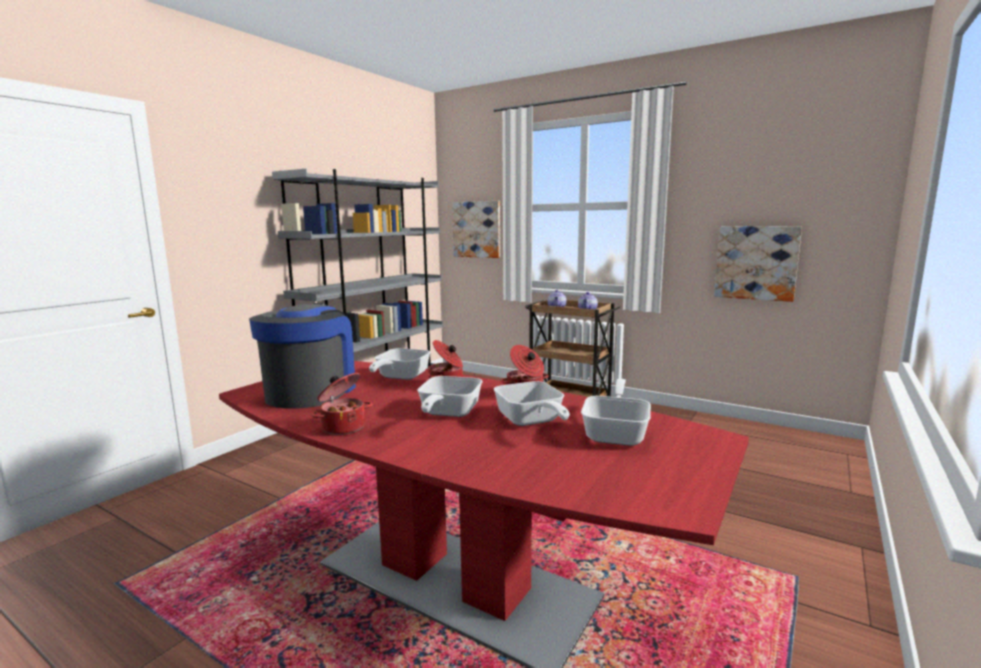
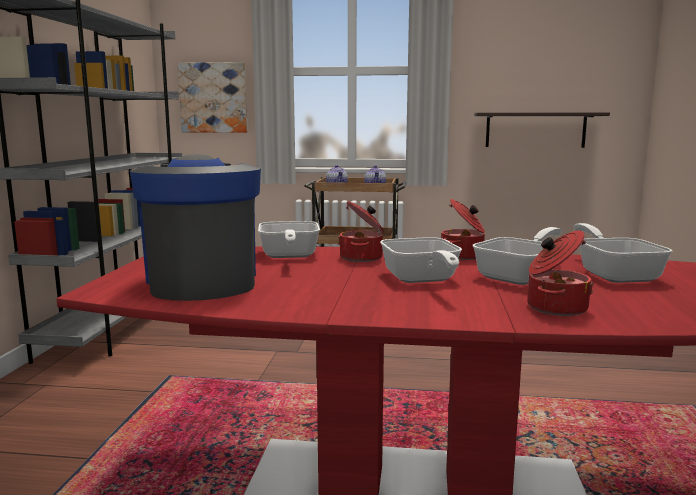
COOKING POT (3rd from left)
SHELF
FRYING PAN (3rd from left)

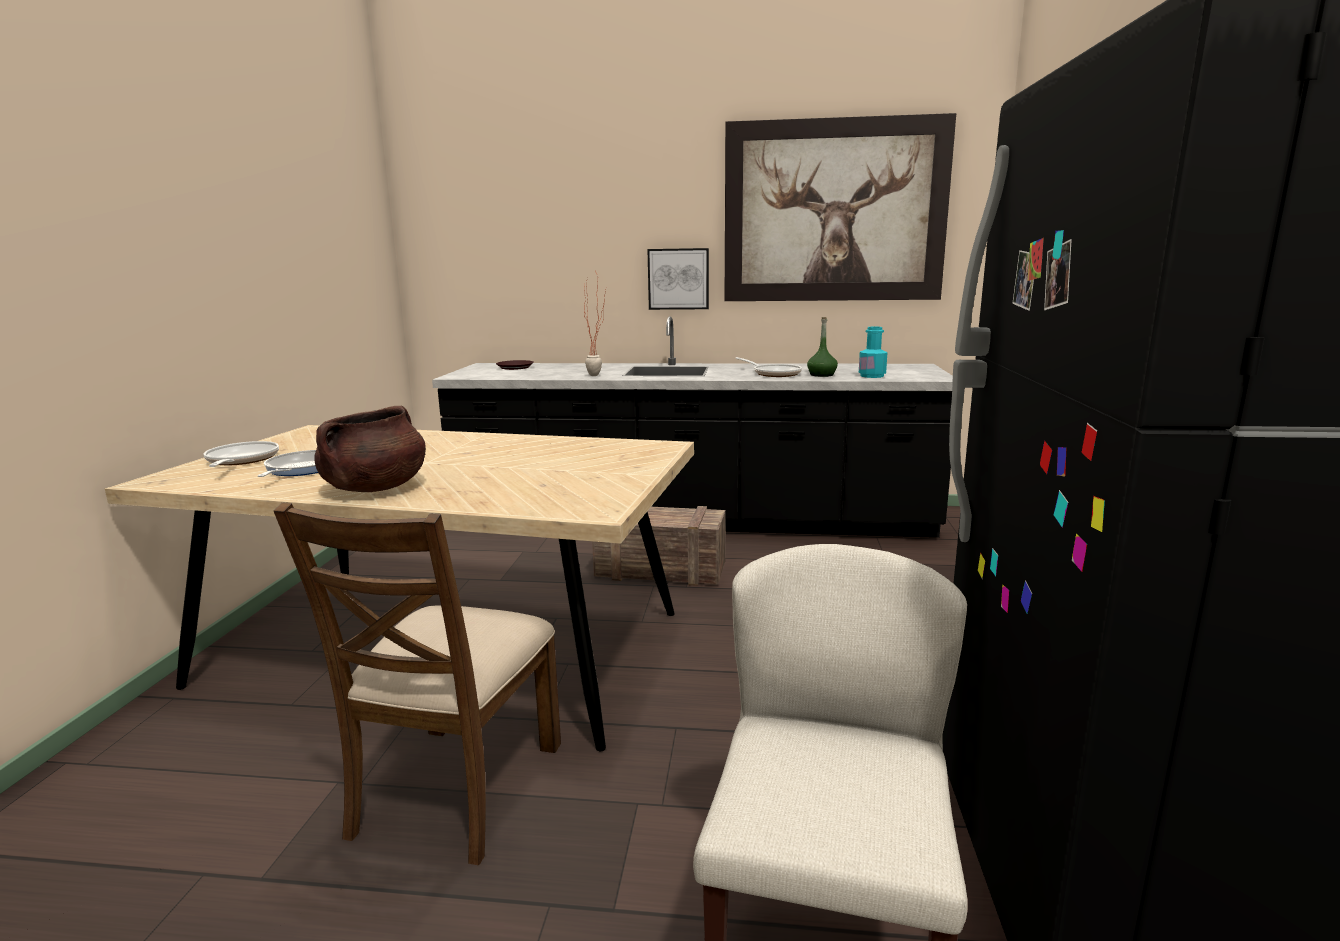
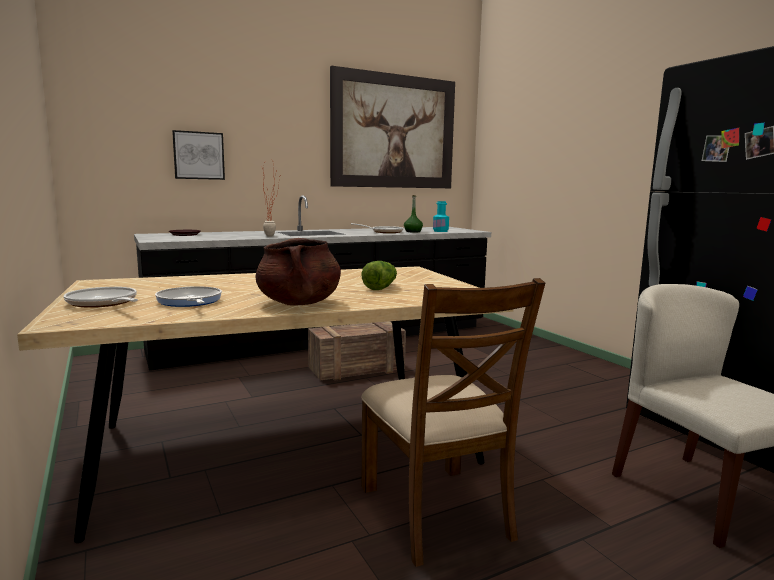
LETTUCE
PICTURE (1st from left)

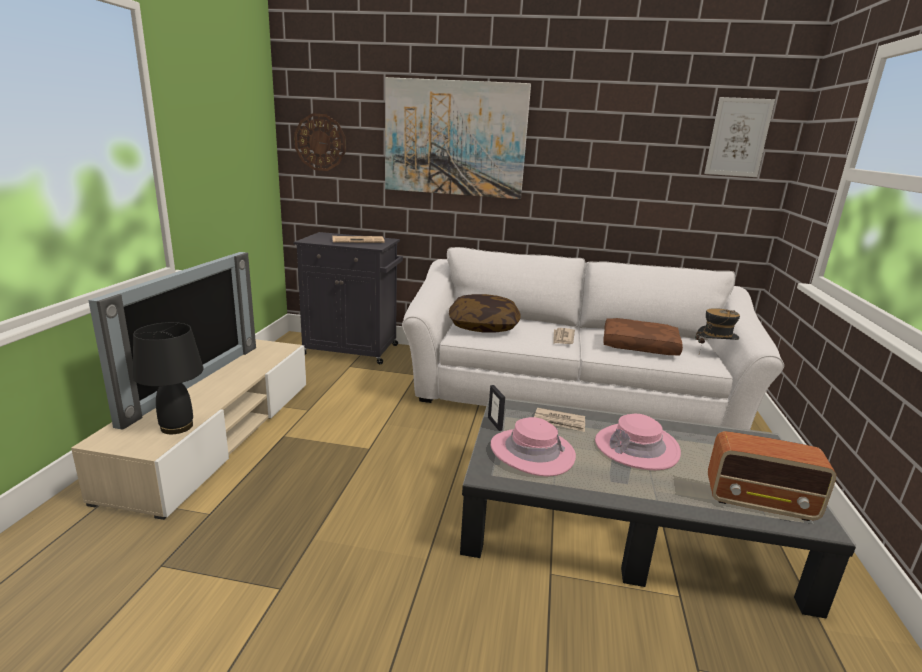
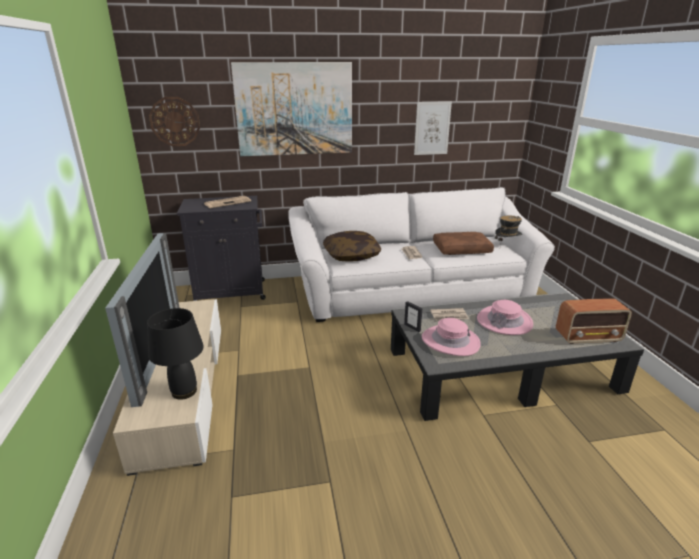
PICTURE (2nd from left)

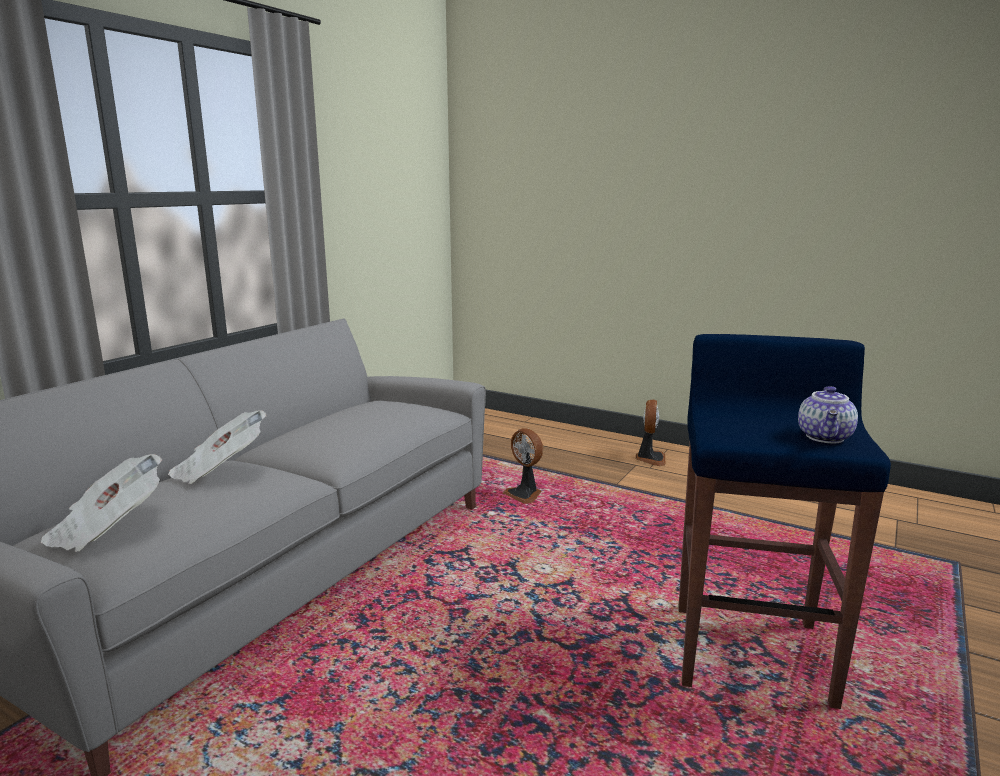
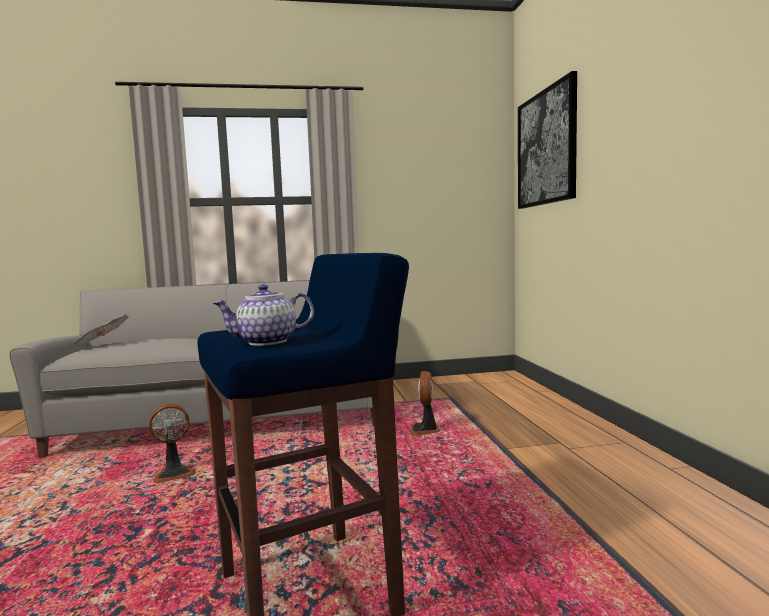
NEWSPAPER (2nd from left in the first image)
PICTURE
FAN (1st from left)

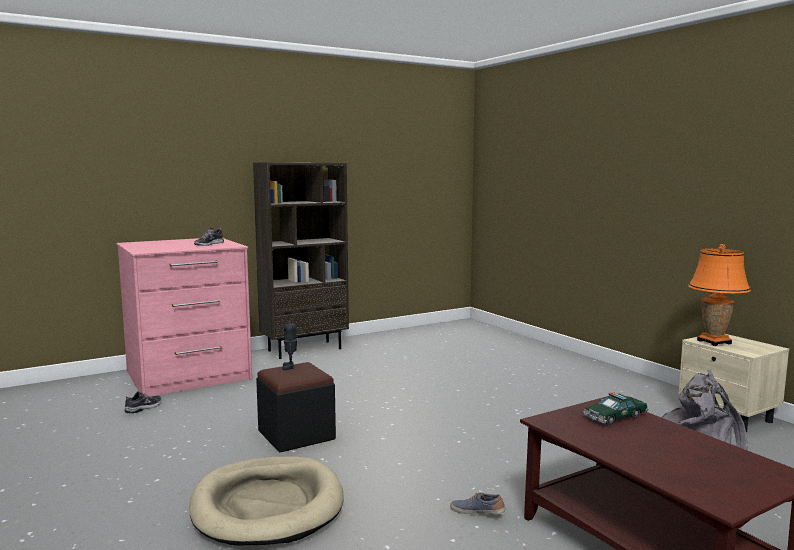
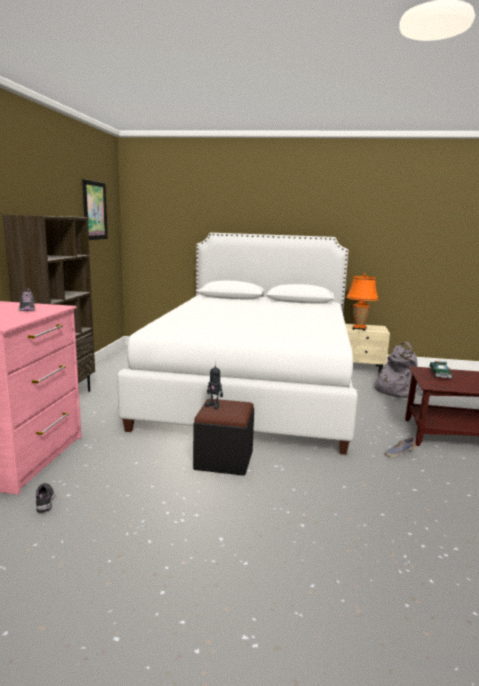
BEIGE DOG BED
PICTURE
WHITE BED

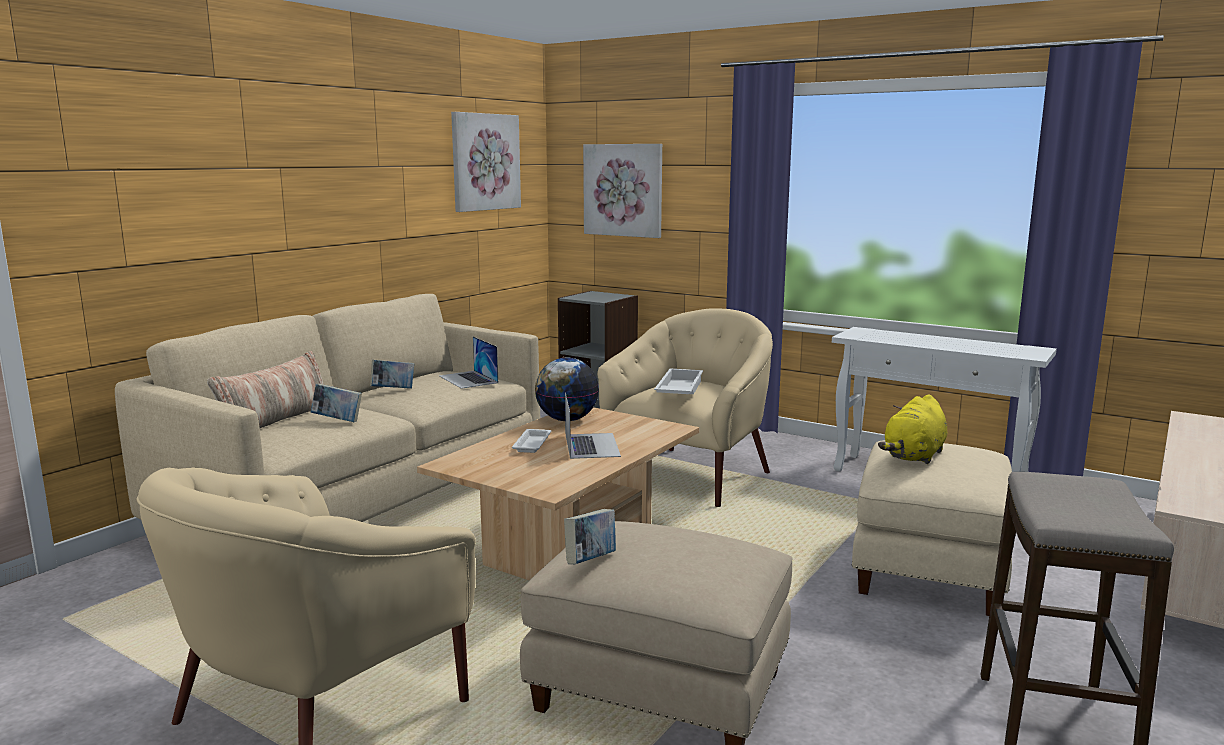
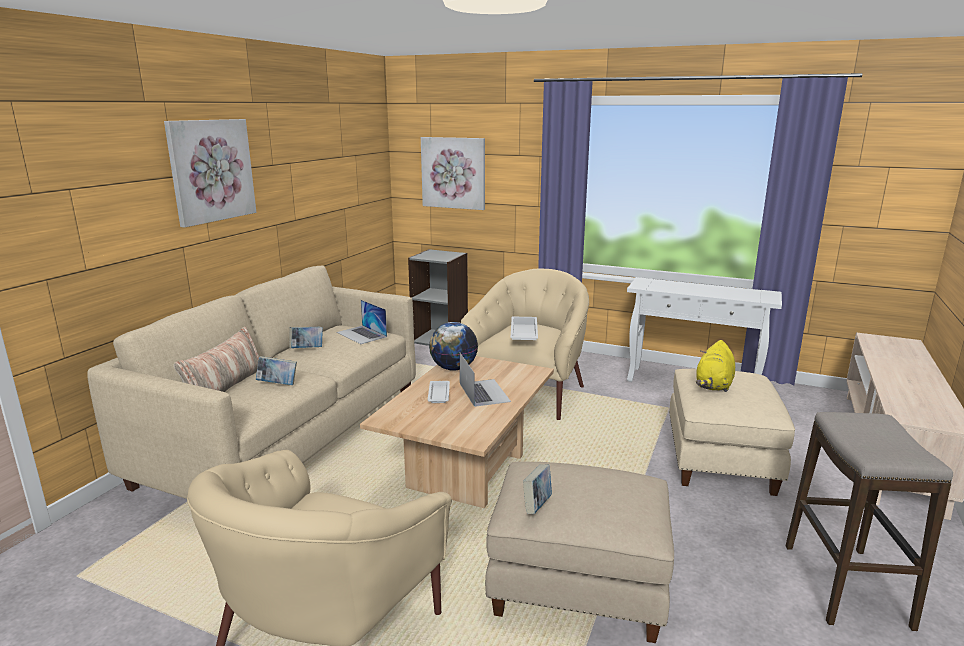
PICTURE (1st from left)

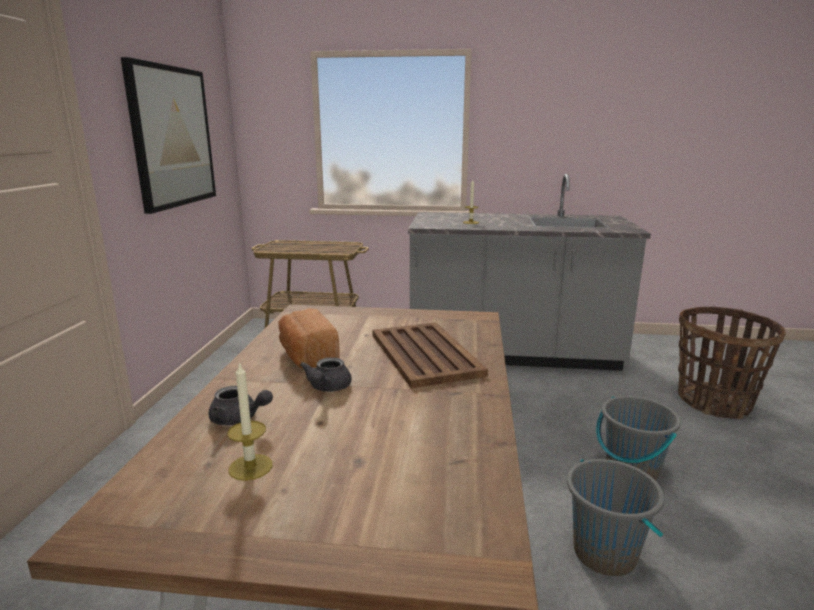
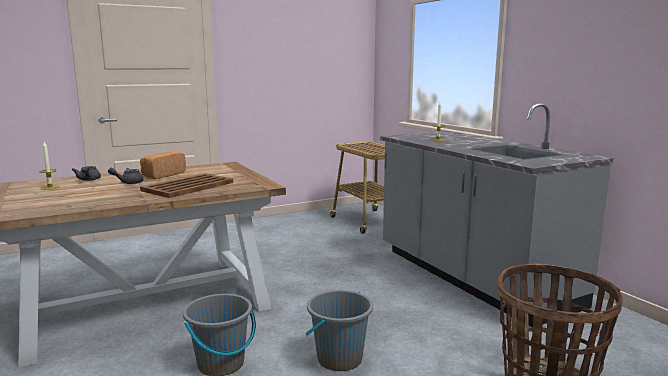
PICTURE

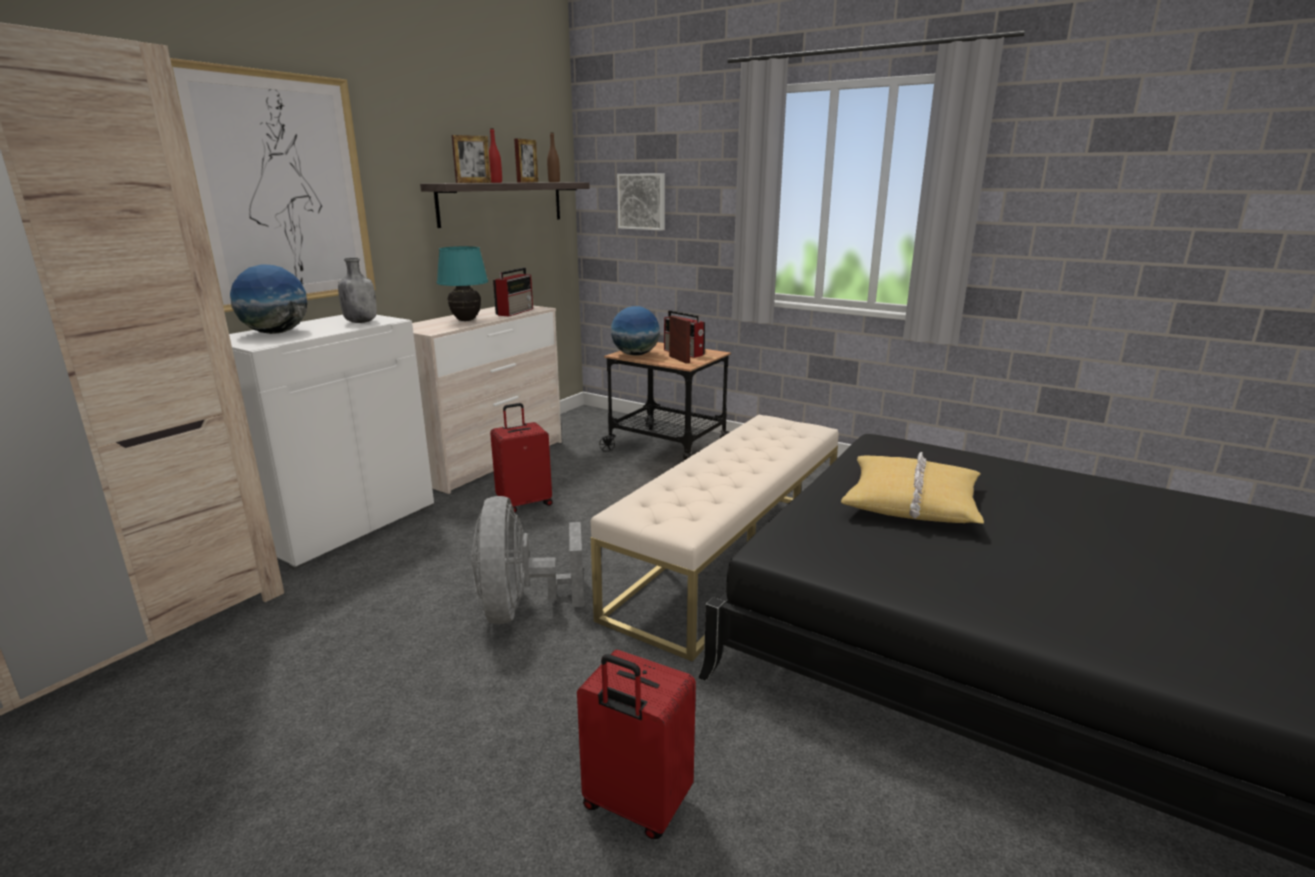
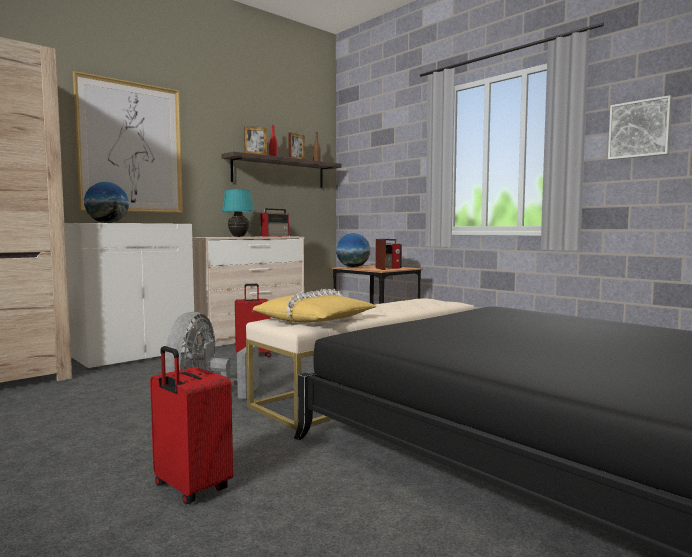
GREY BOTTLE
PICTURE (2nd from left)
YELLOW PILLOW

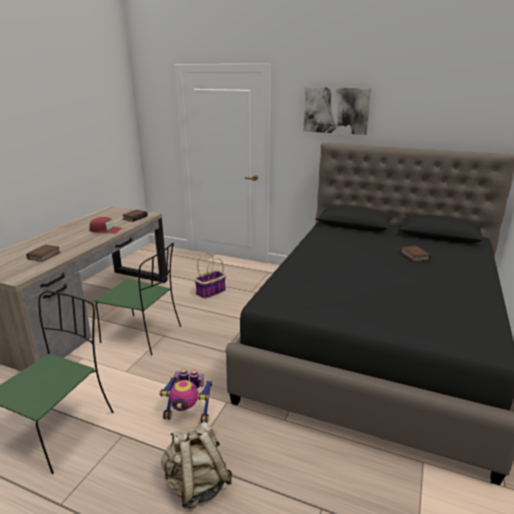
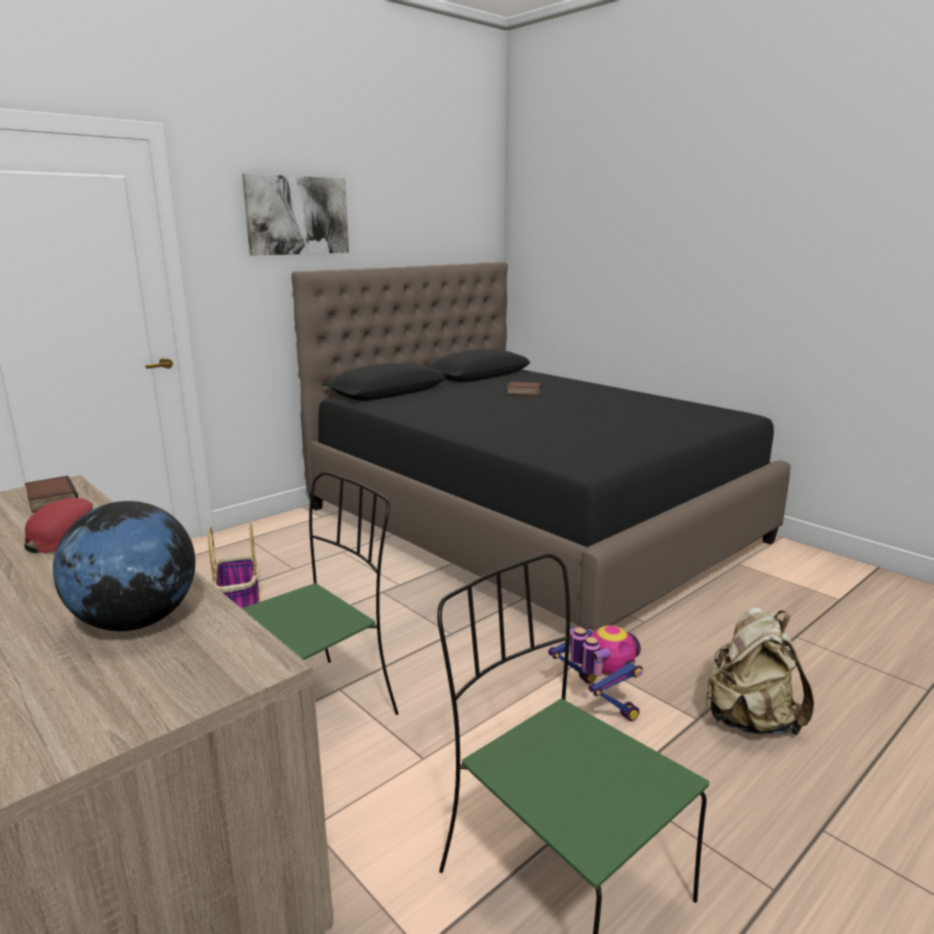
GLOBE
TOY ROBOT

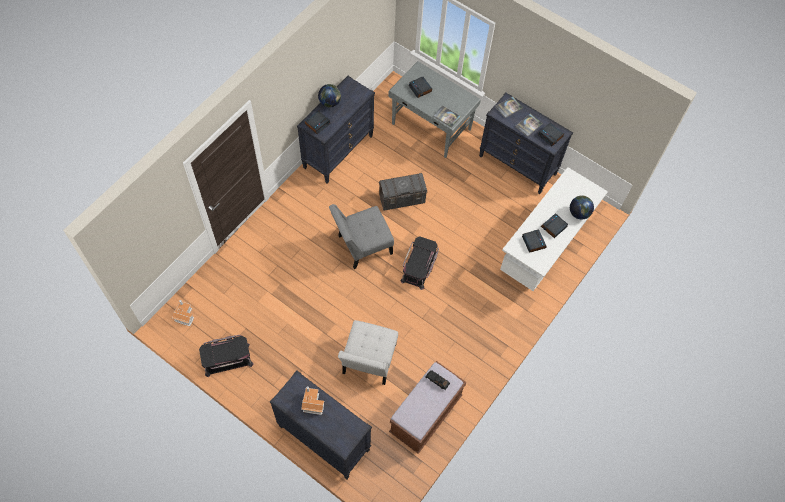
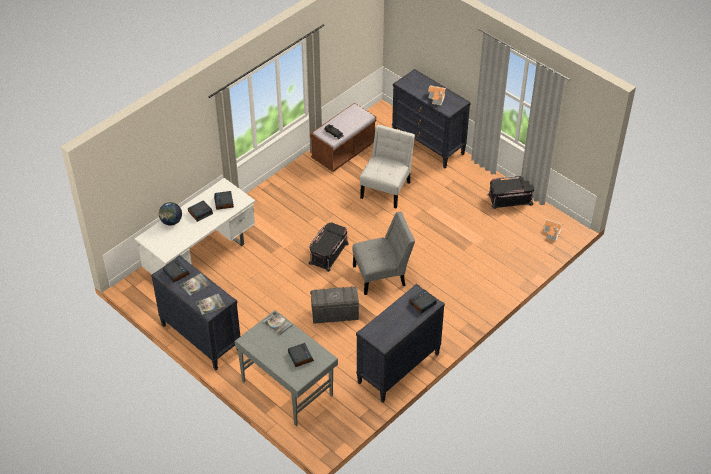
GLOBE (1st from left in the first image)

